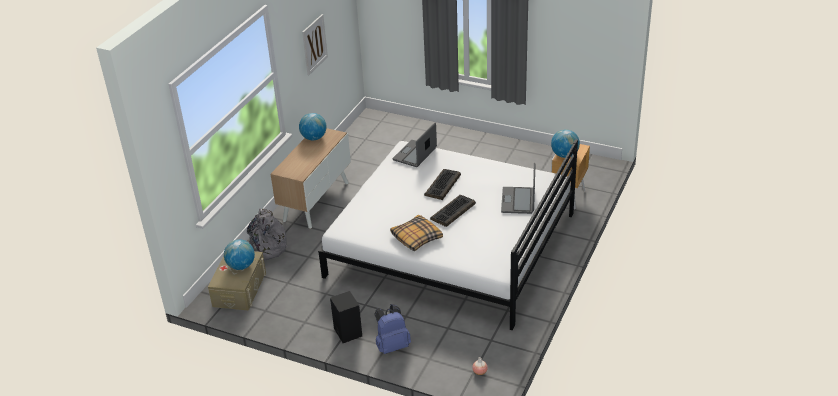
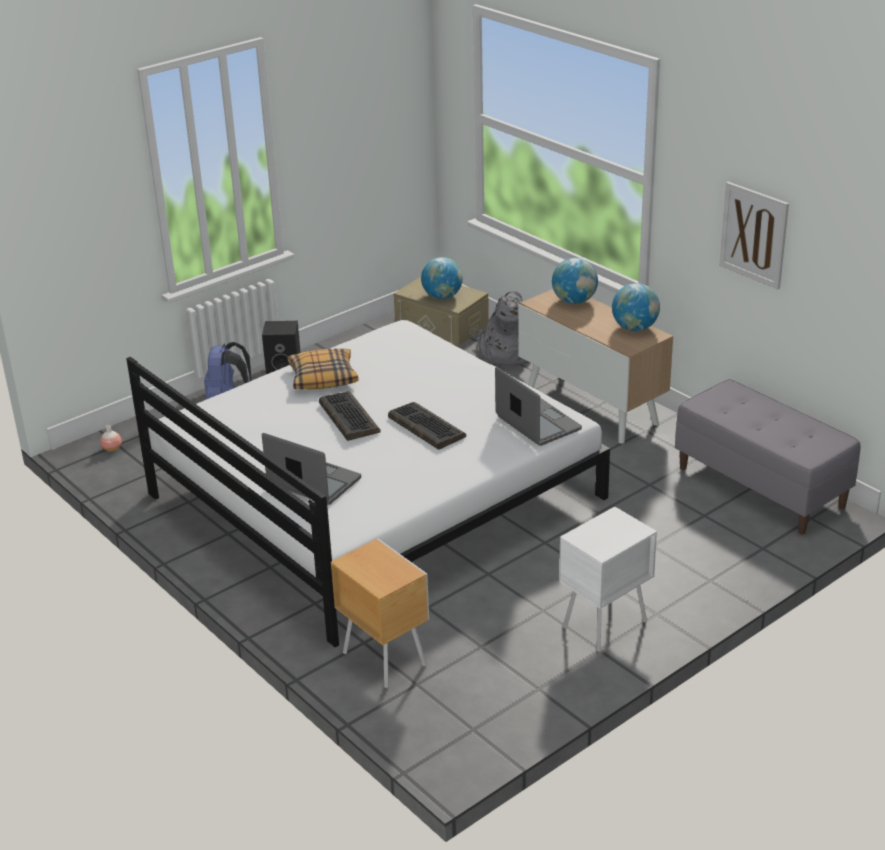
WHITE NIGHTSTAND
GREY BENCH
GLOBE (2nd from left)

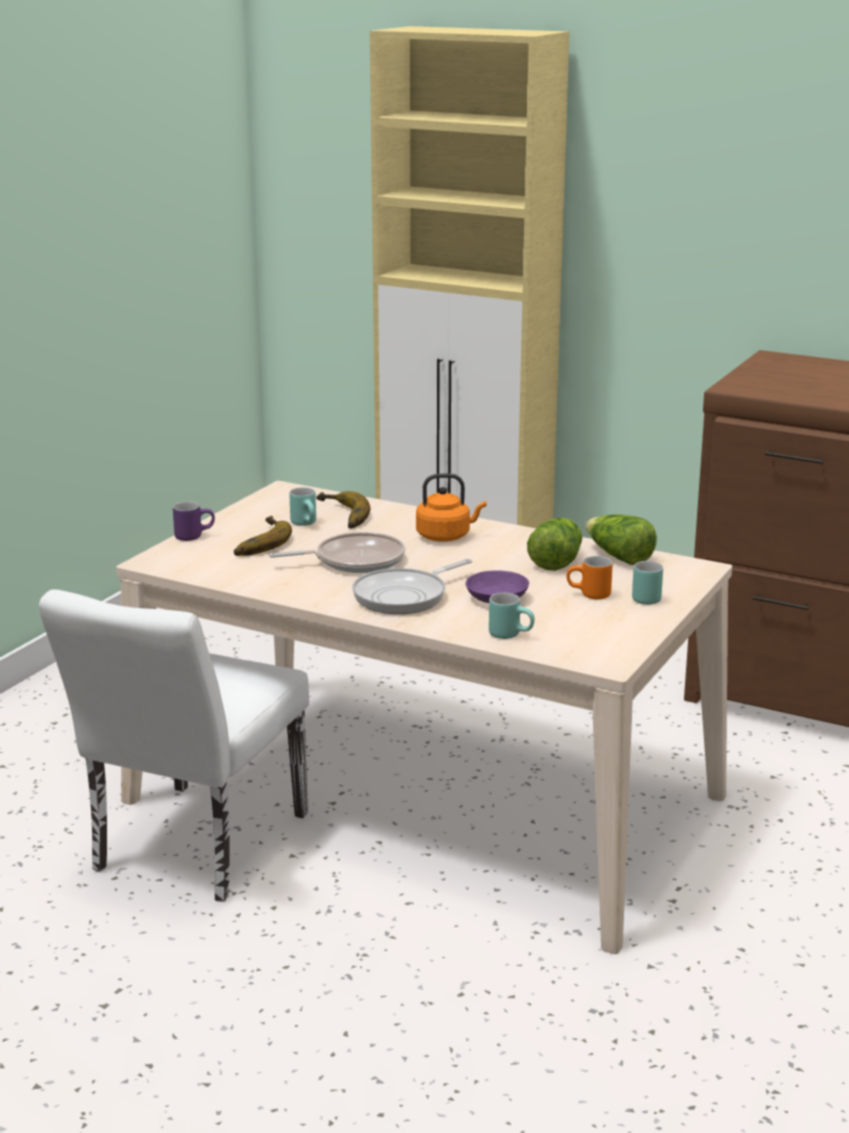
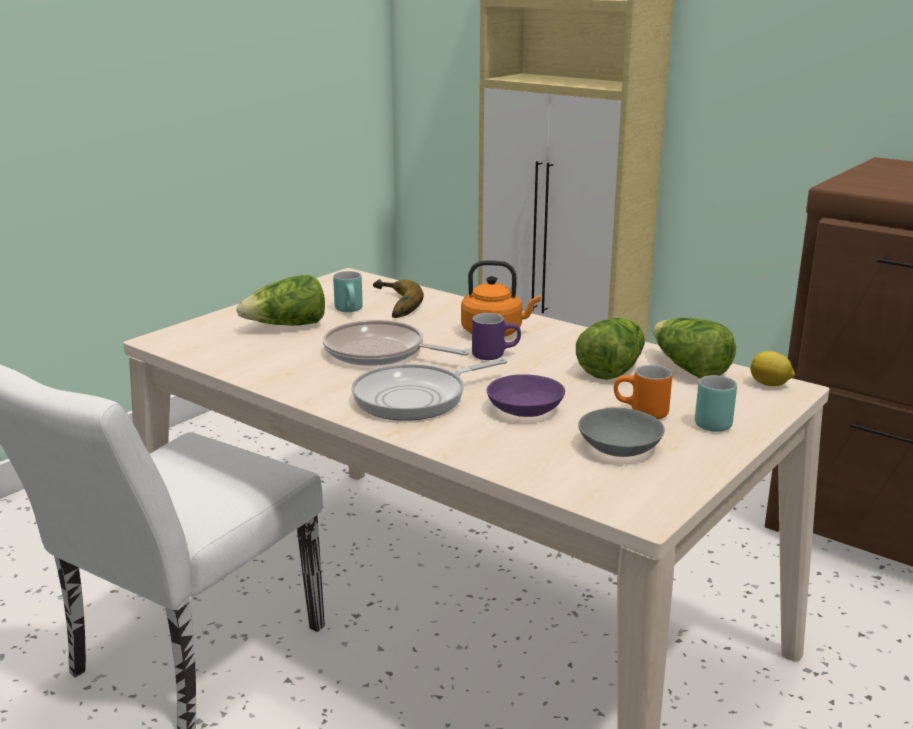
TURQUOISE MUG (2nd from left in the first image)
GREY BOWL
LEMON
PURPLE MUG
LETTUCE (1st from left)
FRYING PAN (1st from left)

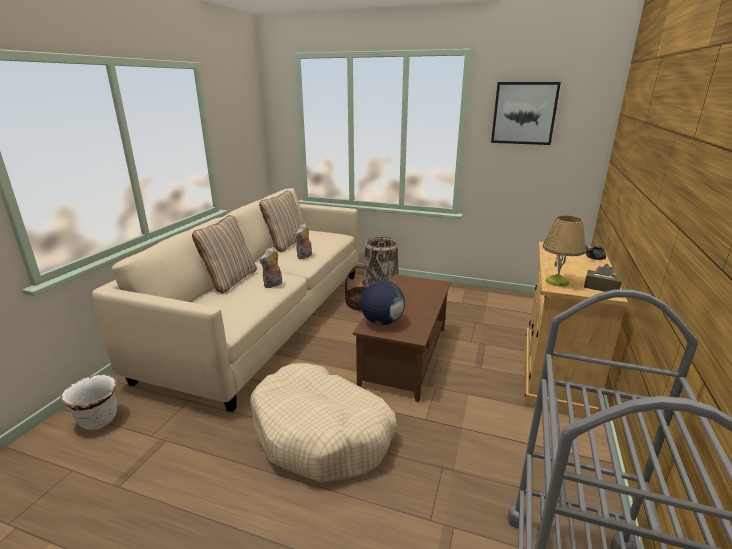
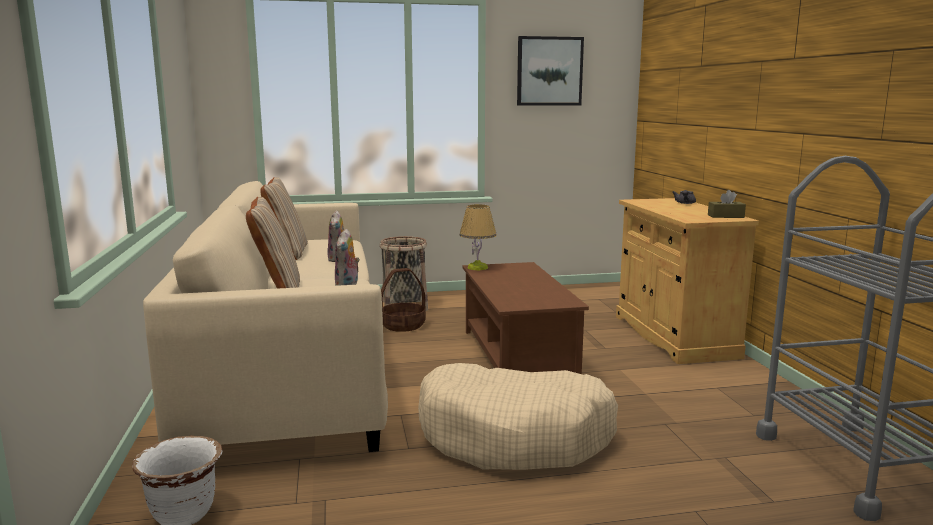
GLOBE
TABLE LAMP

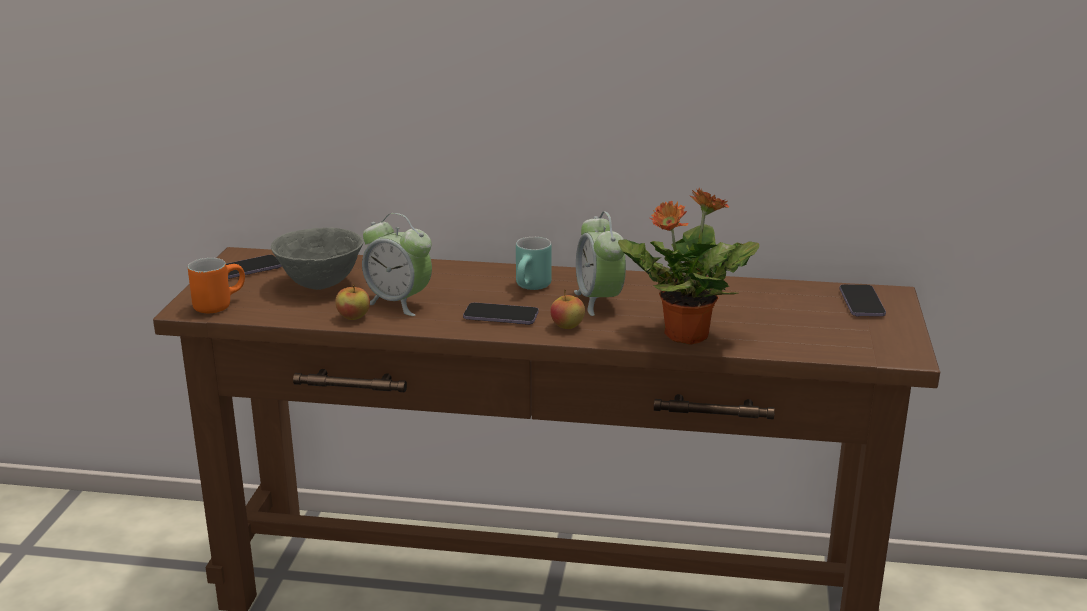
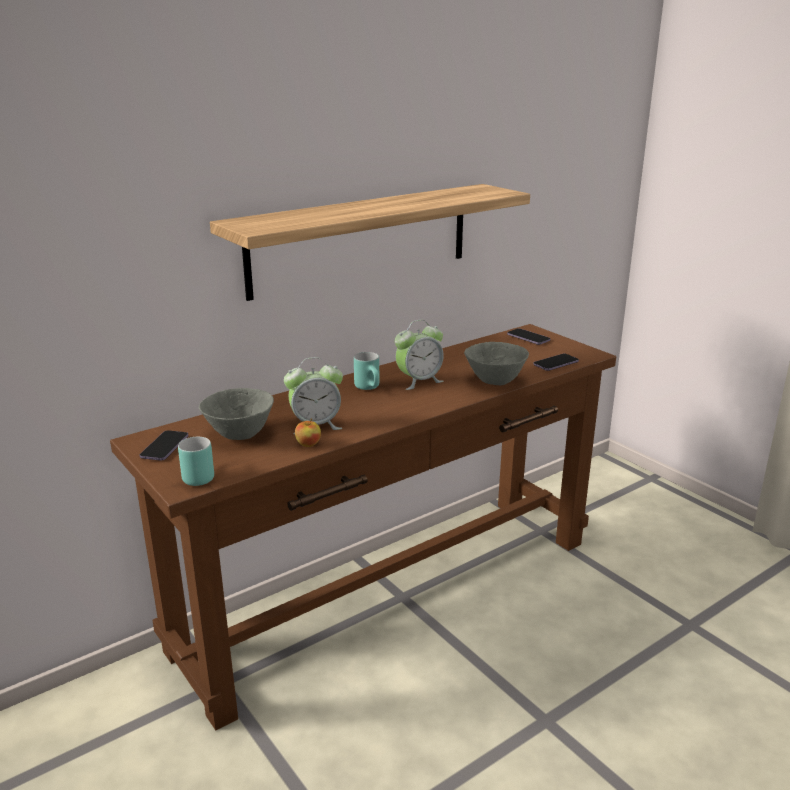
APPLE (2nd from left in the first image)
SHELF
PHONE (3rd from left)
GREY BOWL (2nd from left)
TURQUOISE MUG (1st from left)
ALARM CLOCK (2nd from left)

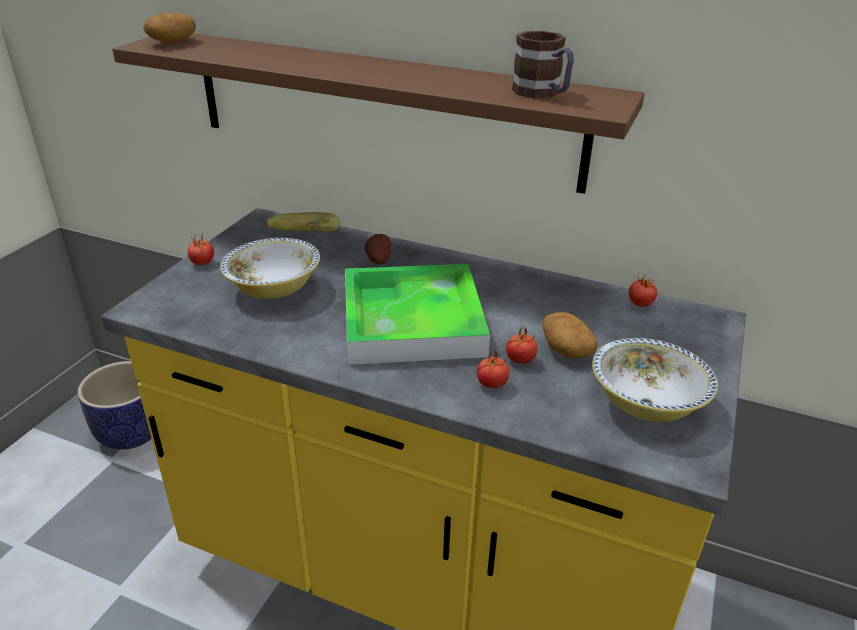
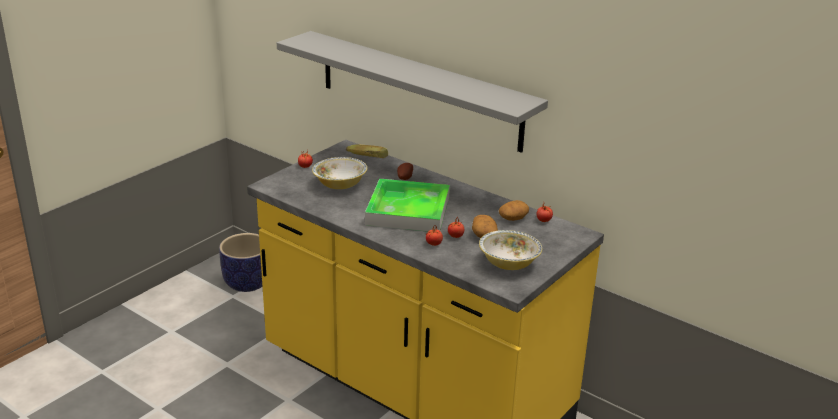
MUG
POTATO (3rd from left)
GREY SHELF

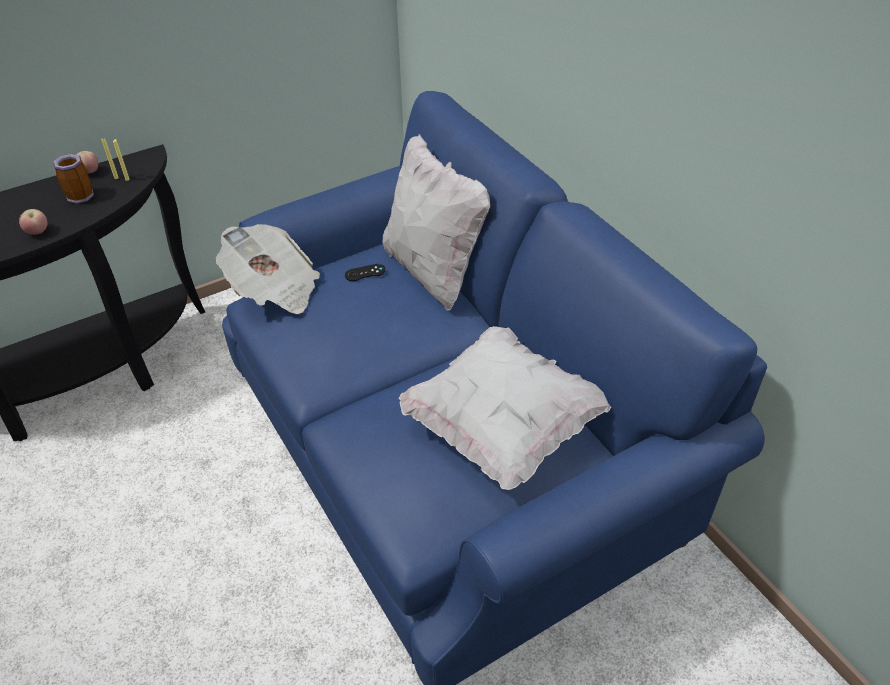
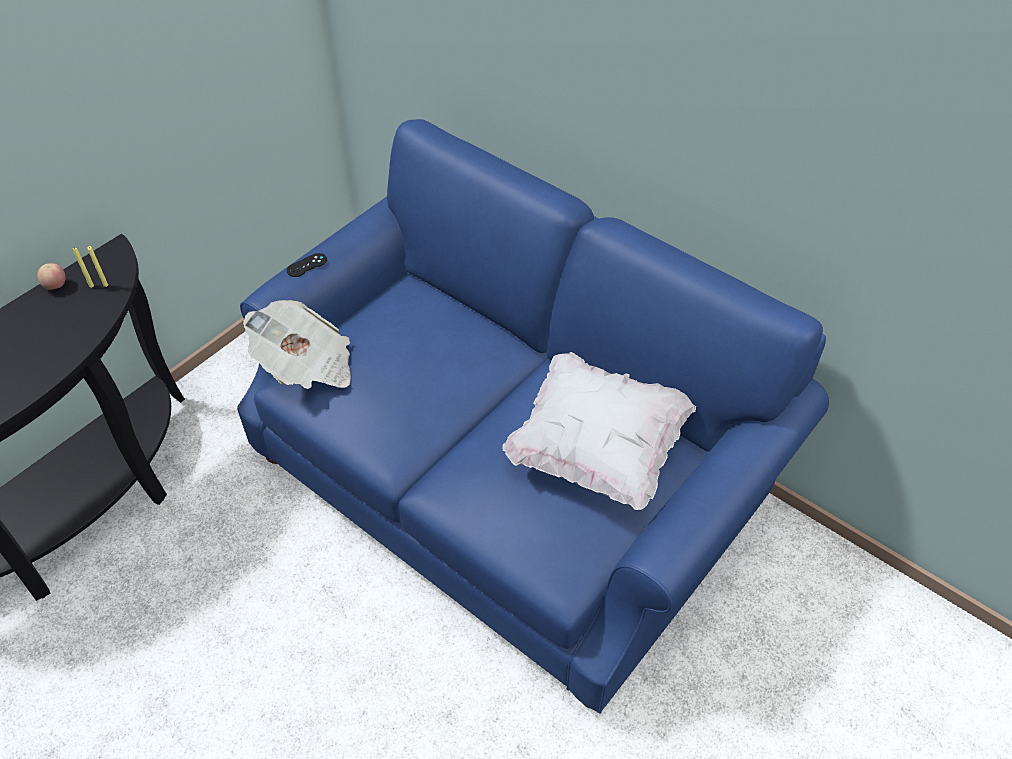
APPLE (1st from left in the first image)
MUG
WHITE PILLOW (1st from left in the first image)
BLACK GAME CONTROLLER

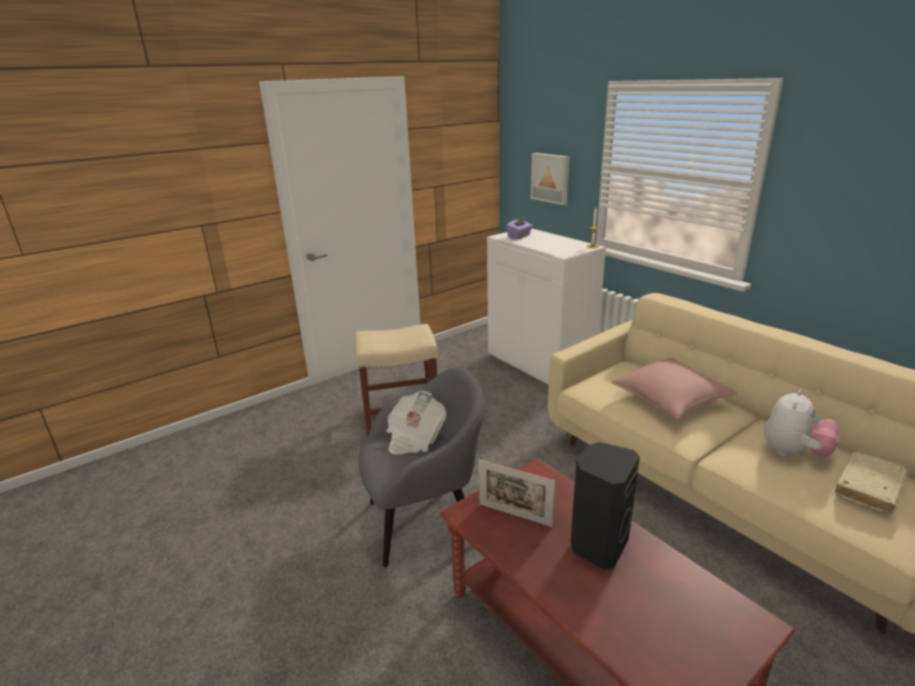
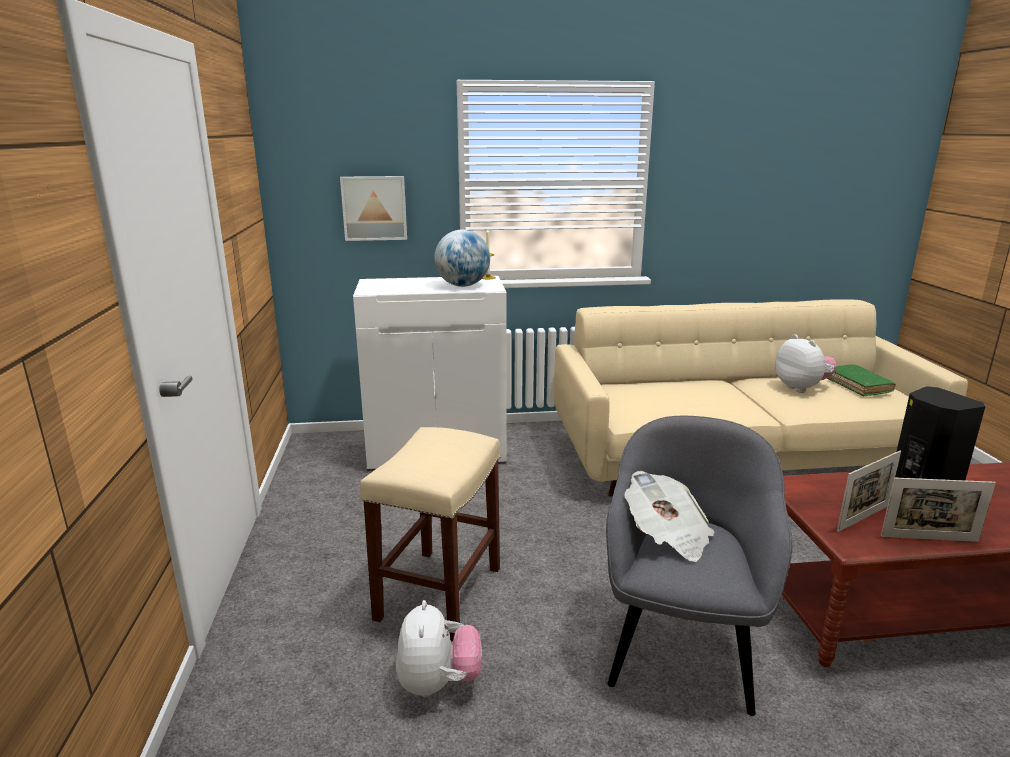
PURPLE TISSUE BOX
PINK PILLOW
PLUSH TOY (1st from left)
GLOBE
PICTURE FRAME (2nd from left)
GREEN BOOK

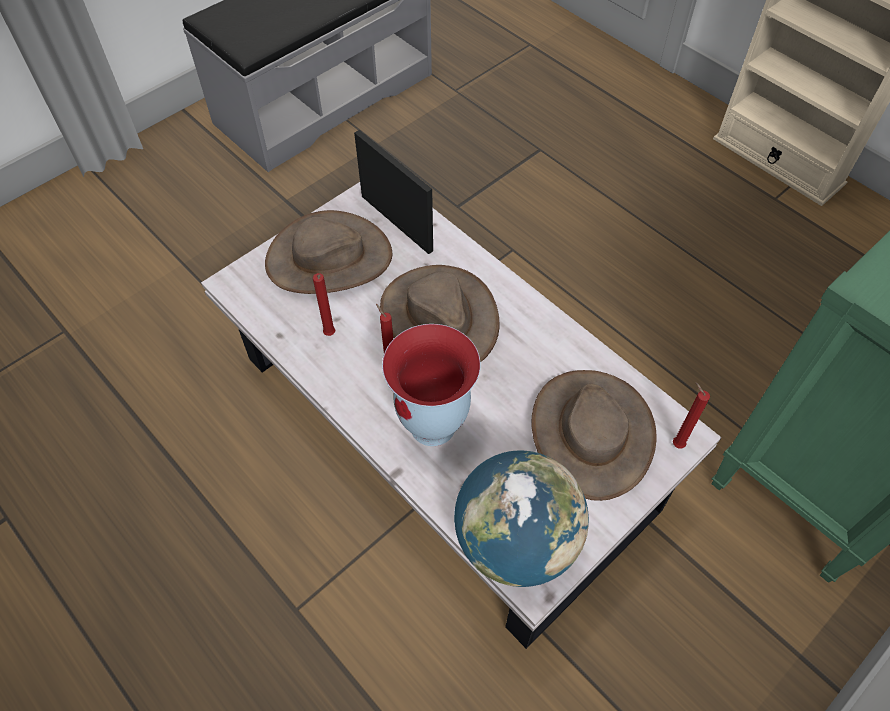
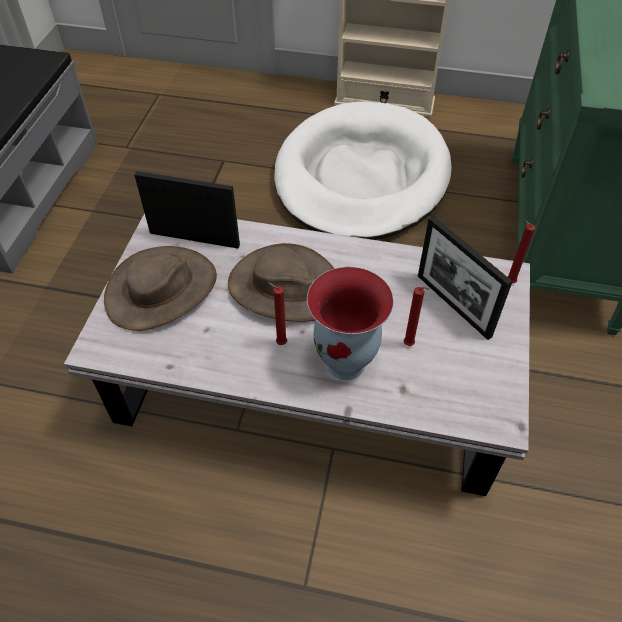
GLOBE
WHITE DOG BED
RED CANDLE (2nd from left)
PICTURE FRAME (2nd from left)

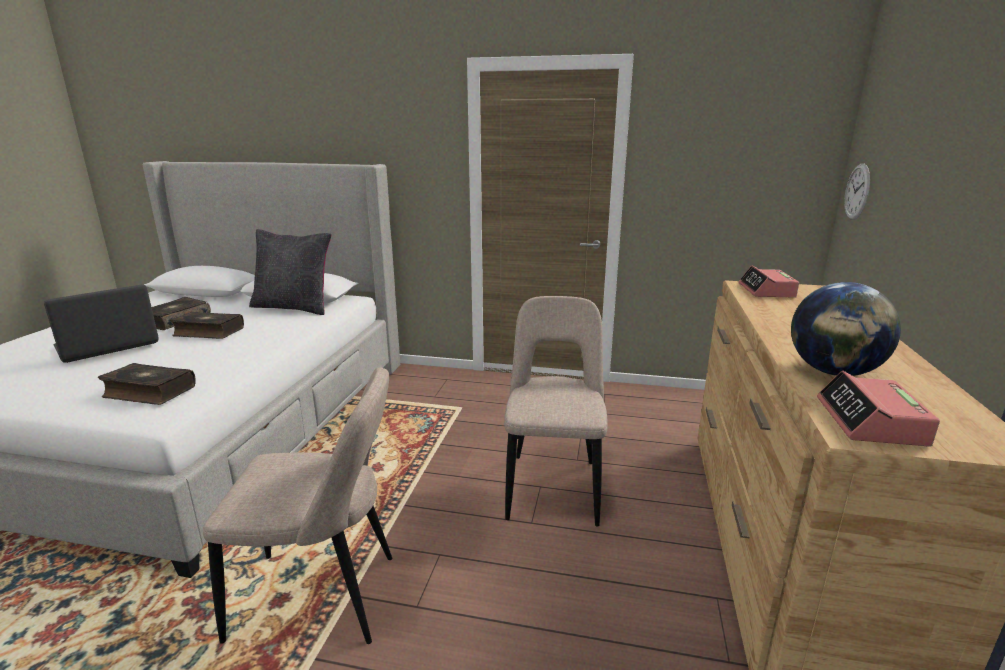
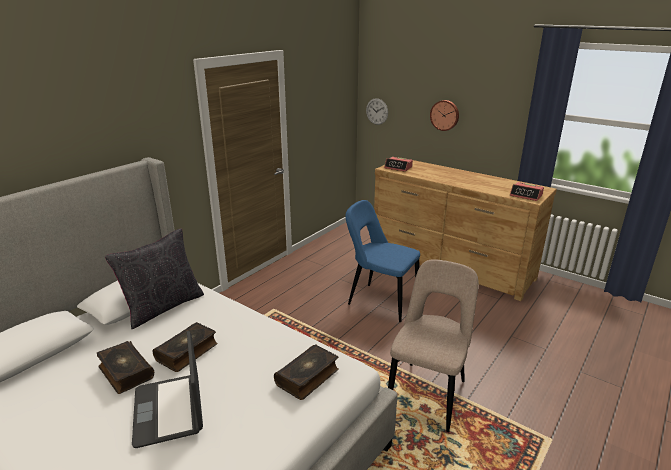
GLOBE
WALL CLOCK (2nd from left)
BLUE CHAIR

